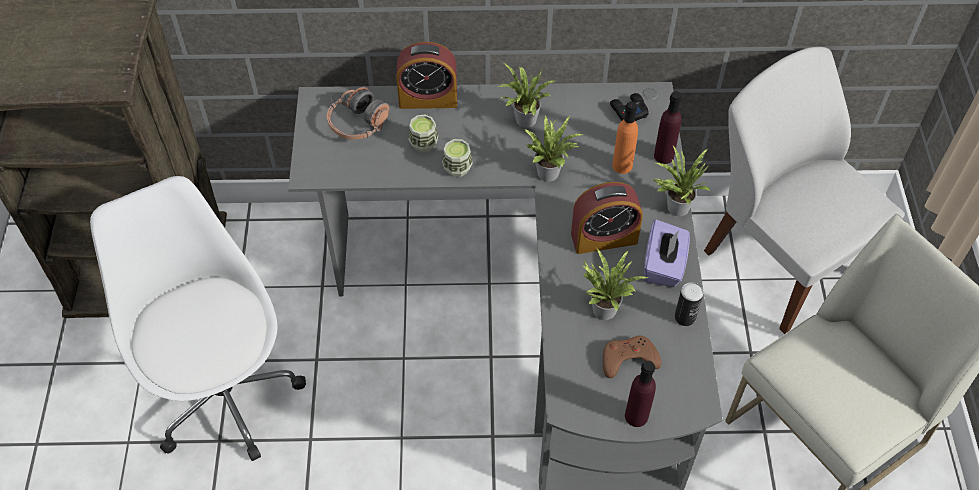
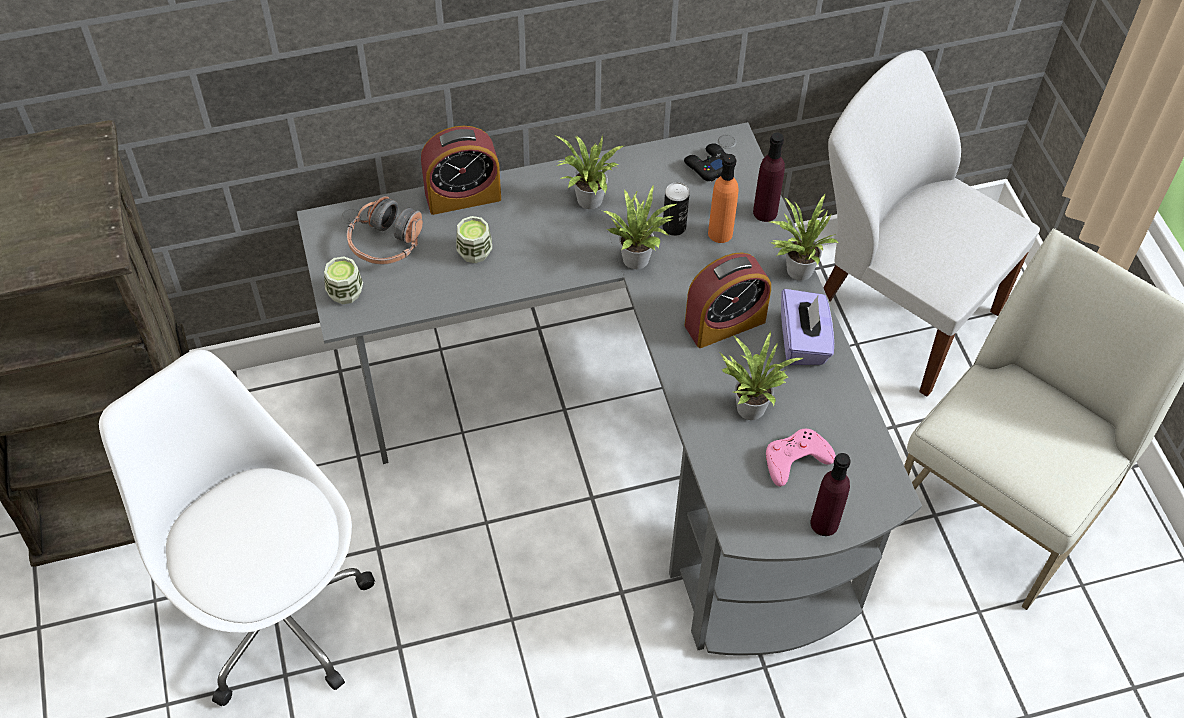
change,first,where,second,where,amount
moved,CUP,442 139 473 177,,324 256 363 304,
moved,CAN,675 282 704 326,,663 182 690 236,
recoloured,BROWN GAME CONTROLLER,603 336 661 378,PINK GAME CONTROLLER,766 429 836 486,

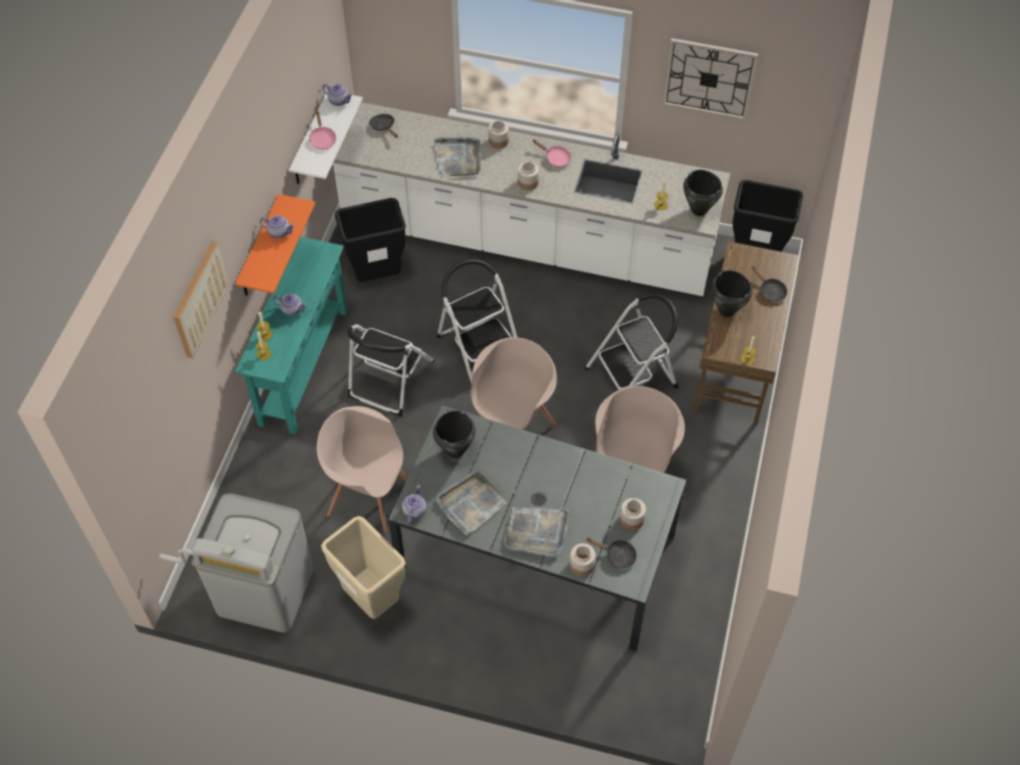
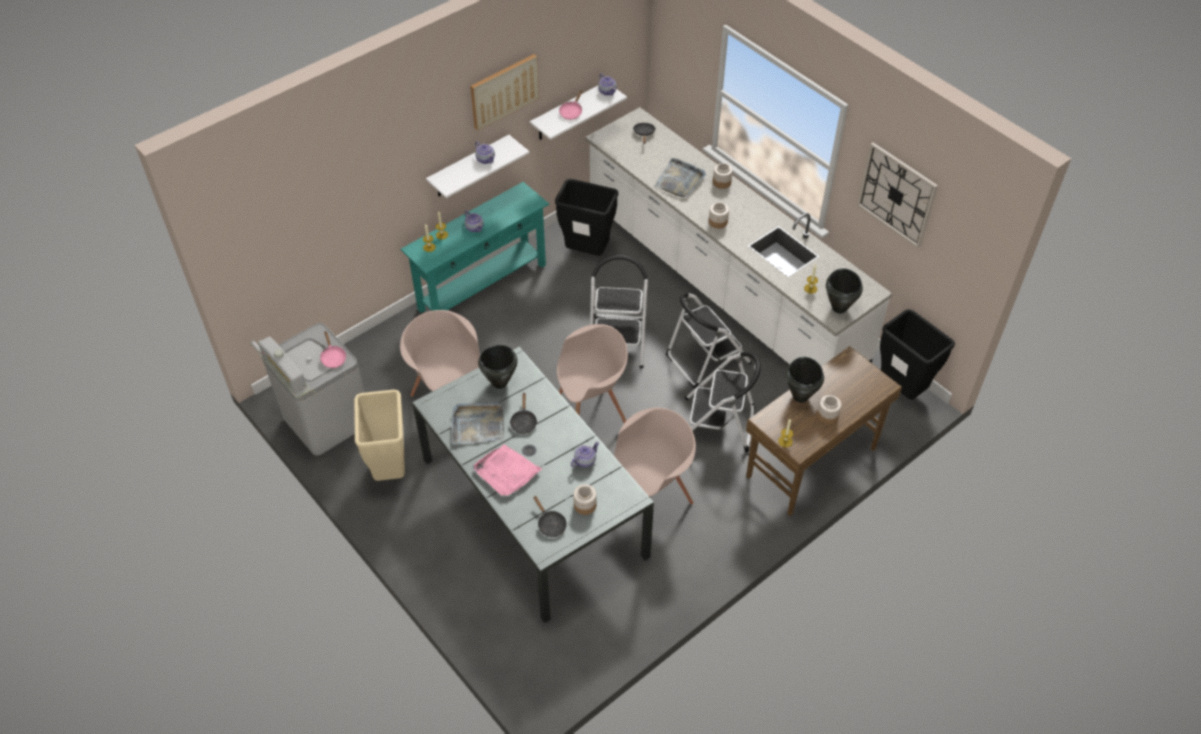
change,first,where,second,where,amount
moved,PINK FRYING PAN,532 139 571 167,,320 331 346 368,
recoloured,ORANGE SHELF,235 194 316 296,WHITE SHELF,426 135 530 198,
moved,PICTURE,173 241 229 358,,470 54 539 131,
recoloured,GREY TRAY,504 507 569 557,PINK TRAY,473 445 542 496,
moved,BLACK FRYING PAN,752 266 787 302,,510 393 537 434,
moved,TEAPOT,402 485 426 524,,571 442 599 467,
moved,STEP LADDER,348 324 435 417,,666 293 752 389,
moved,JAR,570 543 596 576,,817 395 842 424,

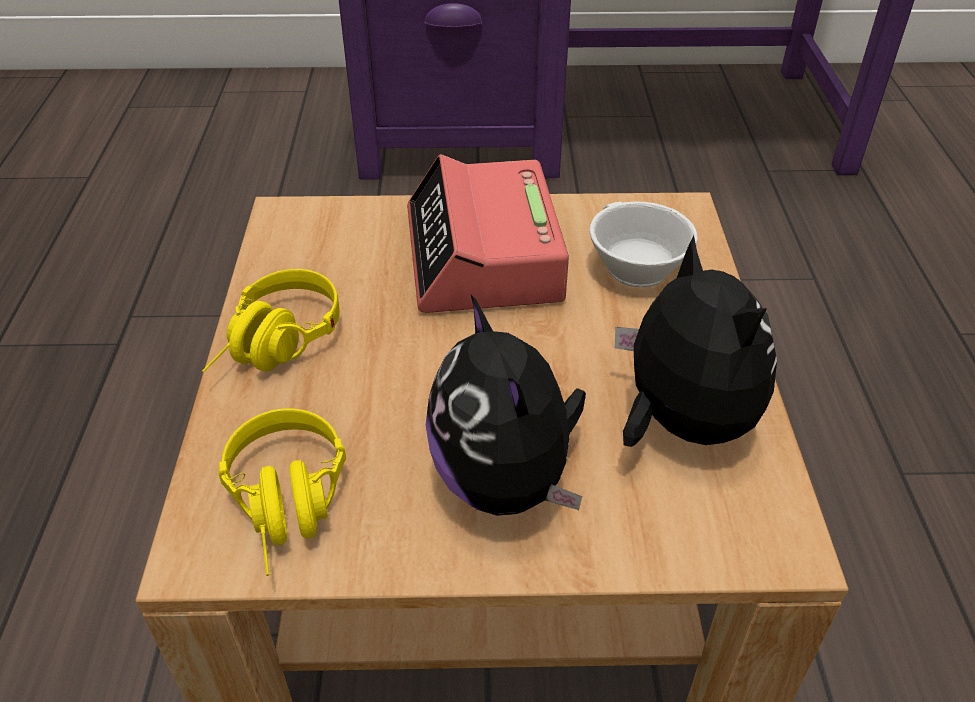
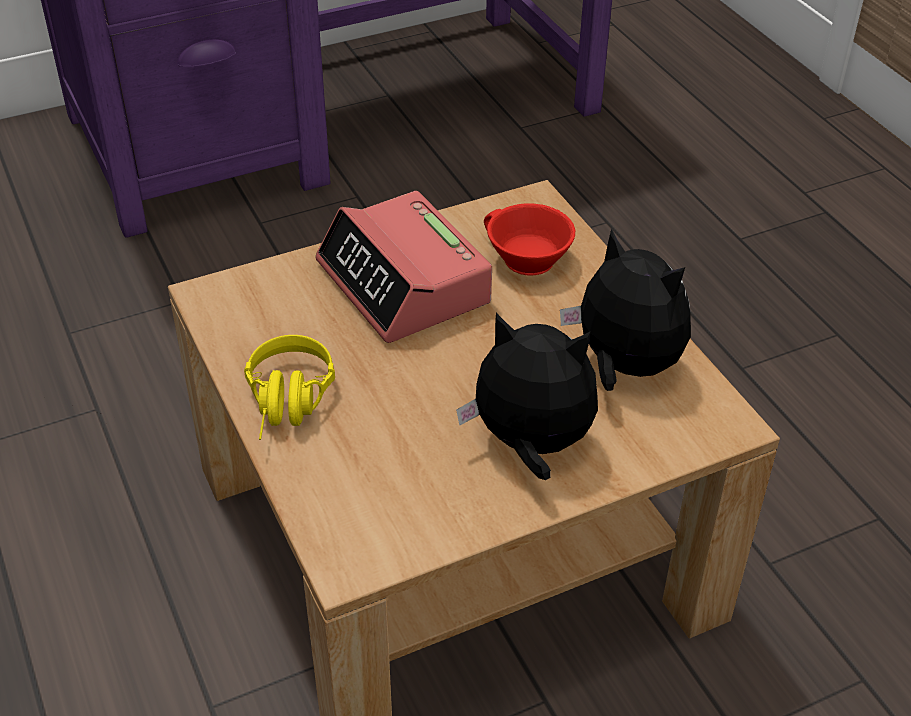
change,first,where,second,where,amount
turned,PLUSH TOY,426 295 586 516,,456 313 598 480,150 degrees clockwise
recoloured,WHITE CUP,590 202 697 287,RED CUP,484 203 575 276,
removed,YELLOW HEADPHONES,218 408 346 576,,,

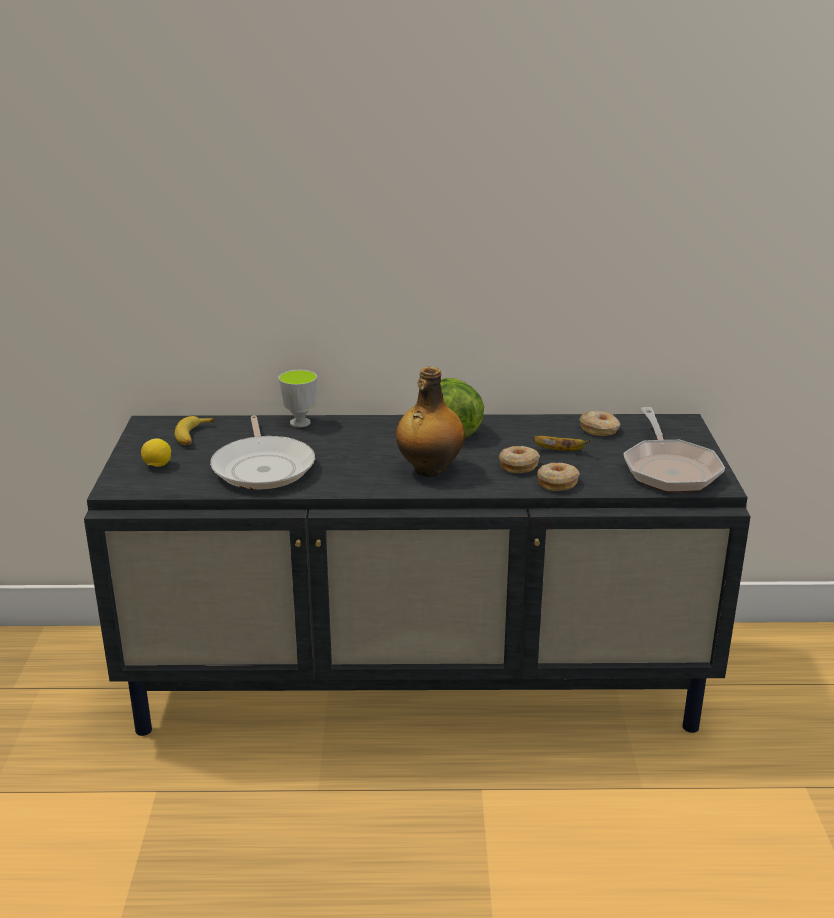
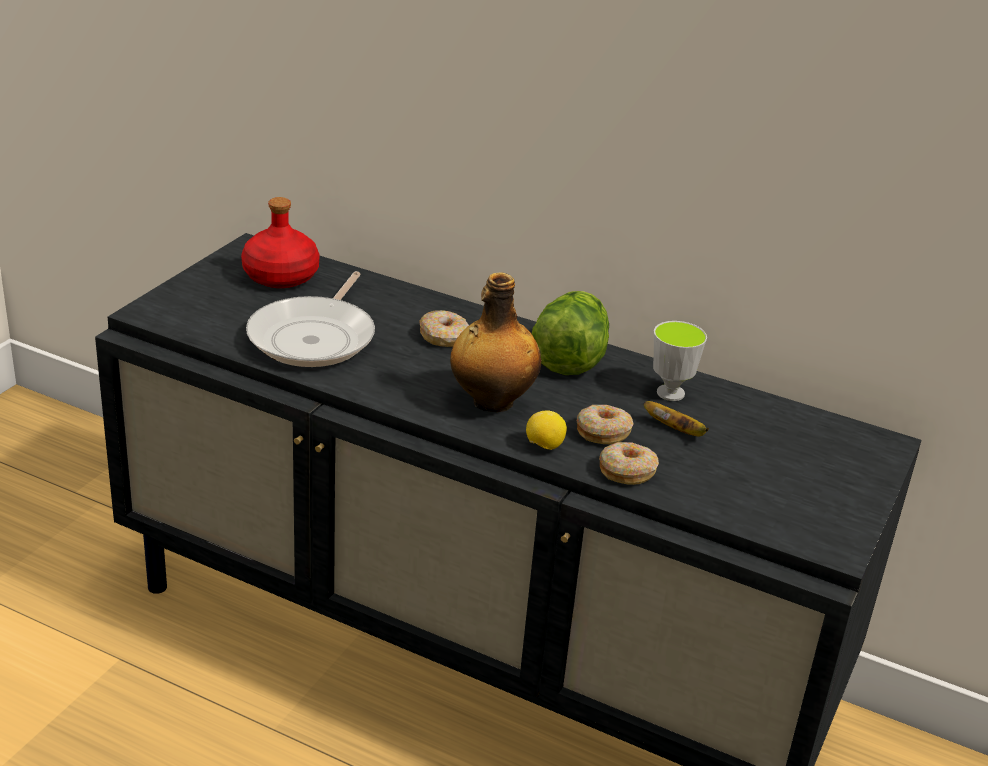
change,first,where,second,where,amount
replaced,BANANA,175 416 214 445,RED BOTTLE,241 197 320 288,
moved,DONUT,580 411 620 436,,419 310 469 347,
moved,LEMON,141 438 171 467,,526 411 567 450,
moved,CUP,278 370 317 427,,653 321 707 401,
removed,FRYING PAN,624 407 725 492,,,

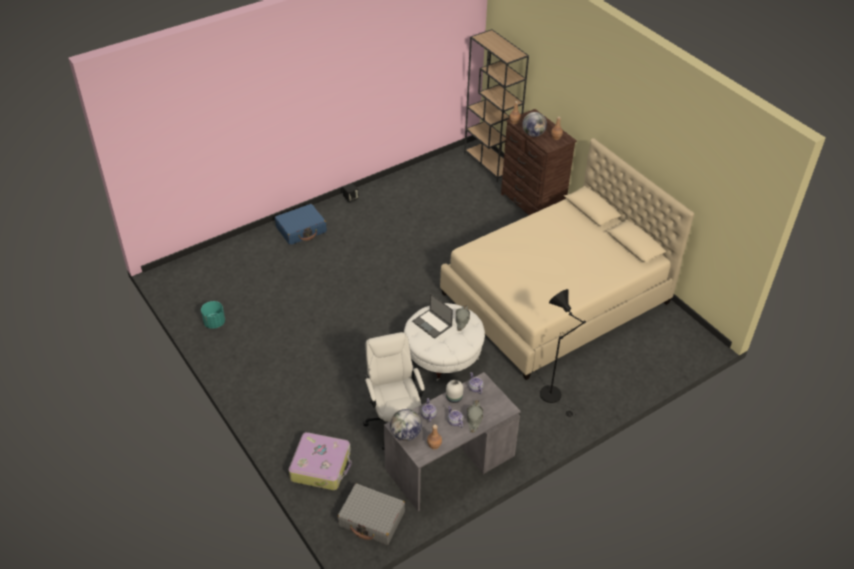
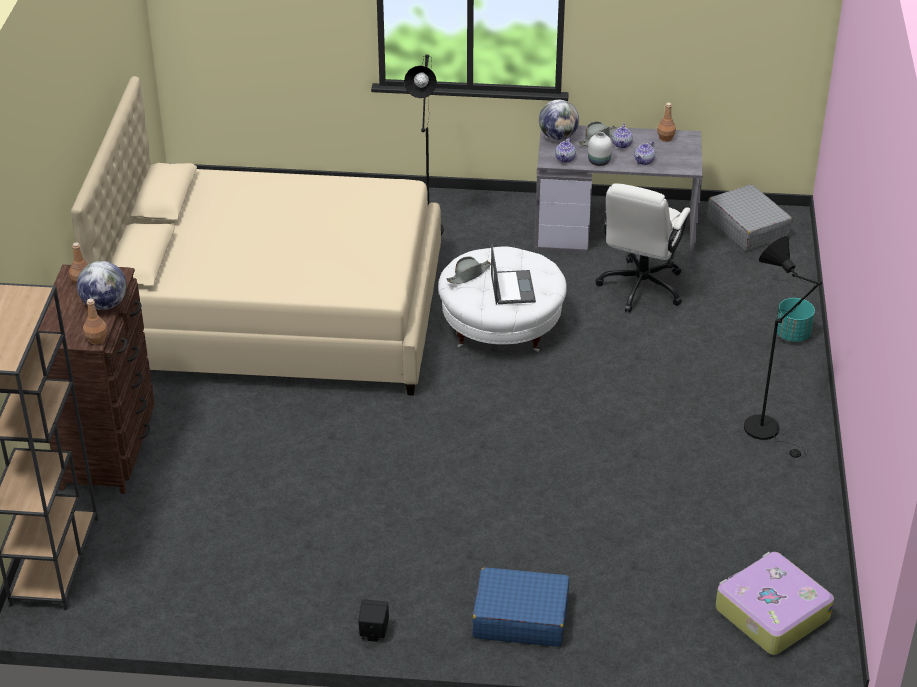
change,first,where,second,where,amount
moved,GLOBE,390 409 422 441,,539 100 579 140,
moved,SUITCASE,289 432 352 490,,715 552 834 655,
added,,,BLACK FLOOR LAMP,744 236 822 458,
moved,TURQUOISE PLANTER,201 301 225 329,,777 298 815 342,

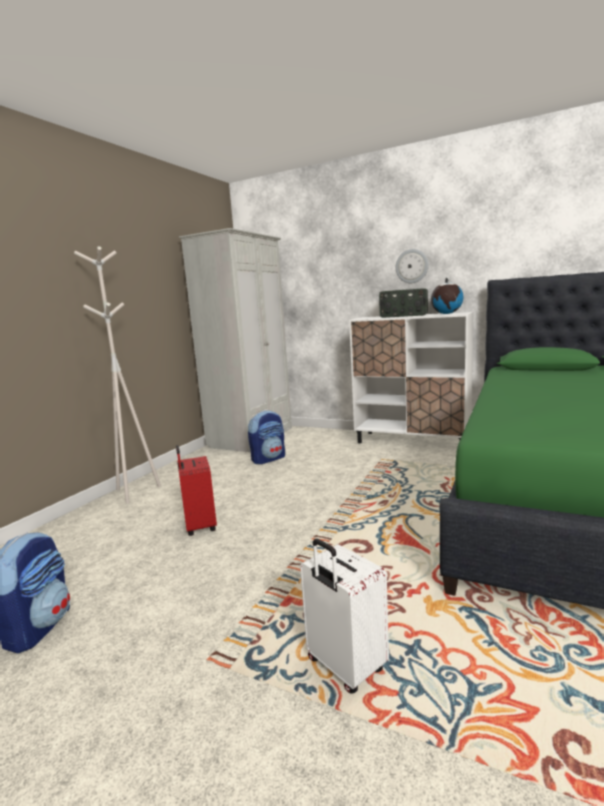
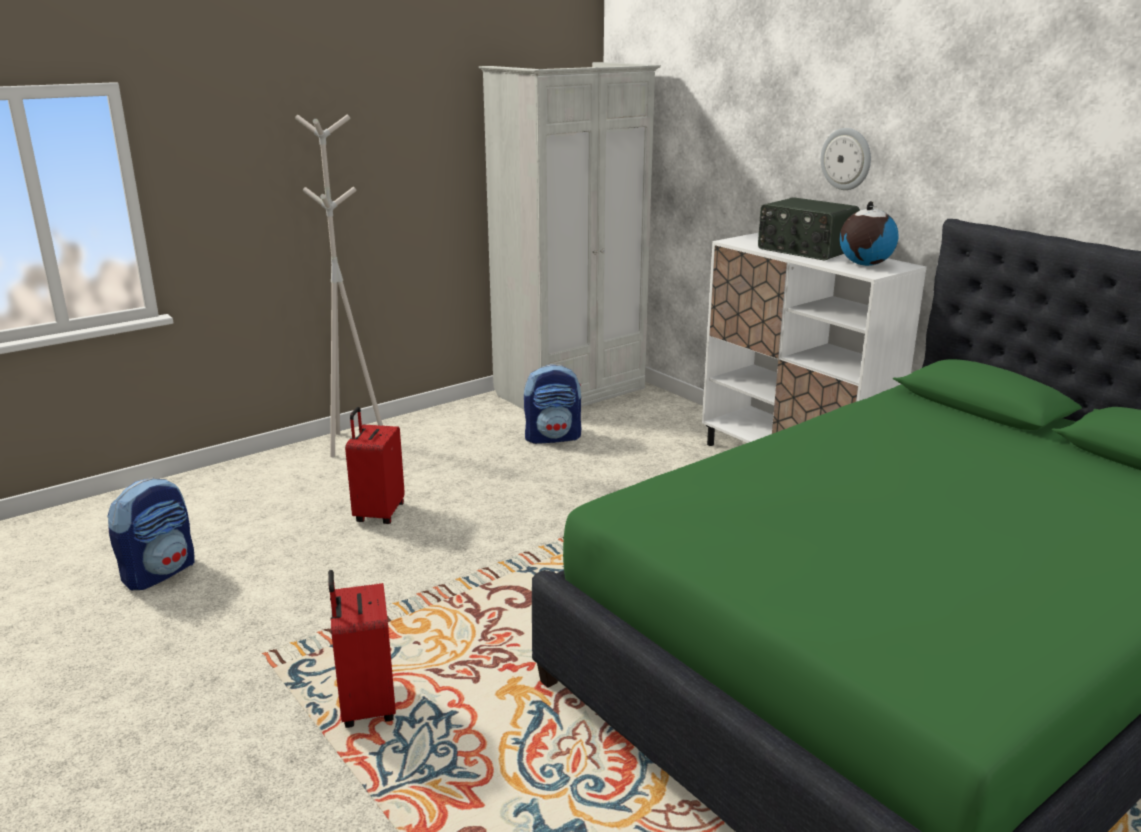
change,first,where,second,where,amount
recoloured,WHITE SUITCASE,300 538 389 694,RED SUITCASE,328 570 396 728,

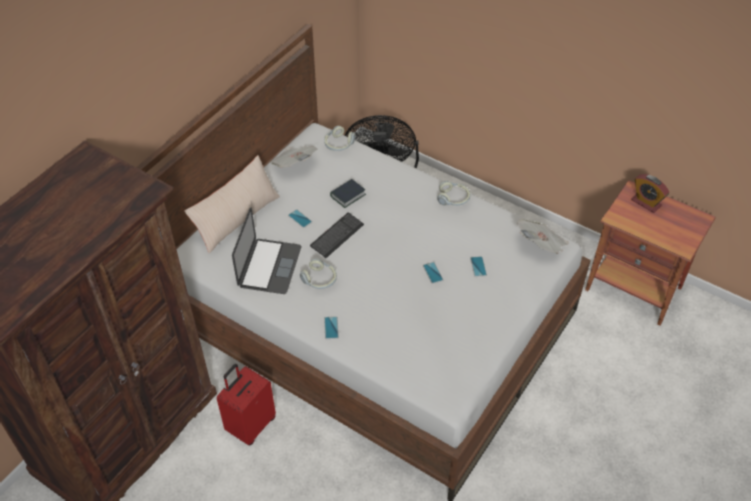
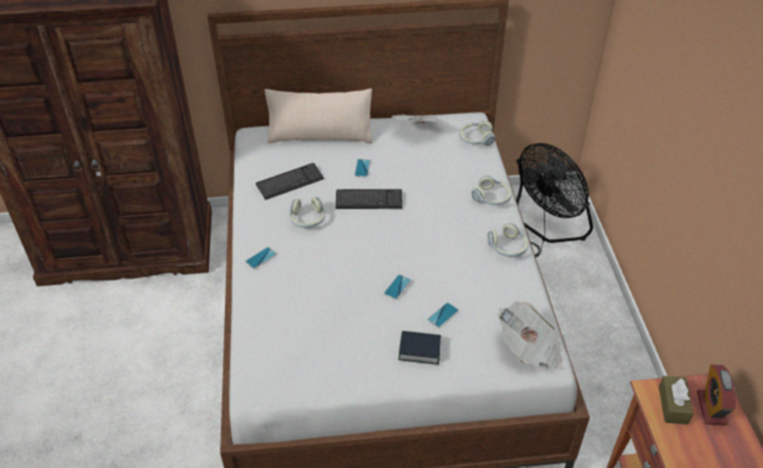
change,first,where,second,where,amount
replaced,LAPTOP,232 207 301 294,KEYBOARD,256 163 324 200,
moved,BOOK,330 179 366 208,,399 331 441 365,
added,,,HEADPHONES,471 176 512 205,
added,,,BROWN TISSUE BOX,659 376 694 425,
removed,RED SUITCASE,217 364 276 445,,,

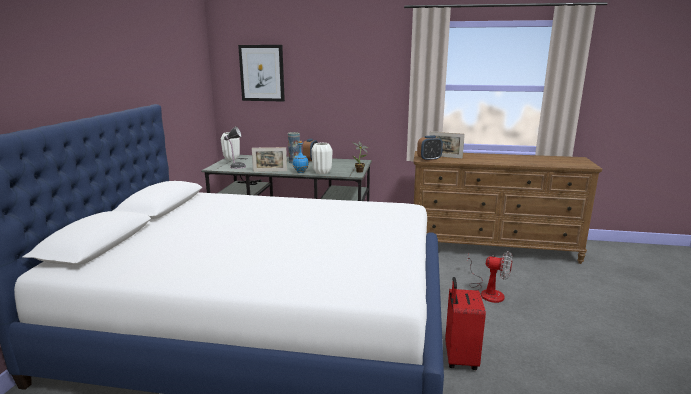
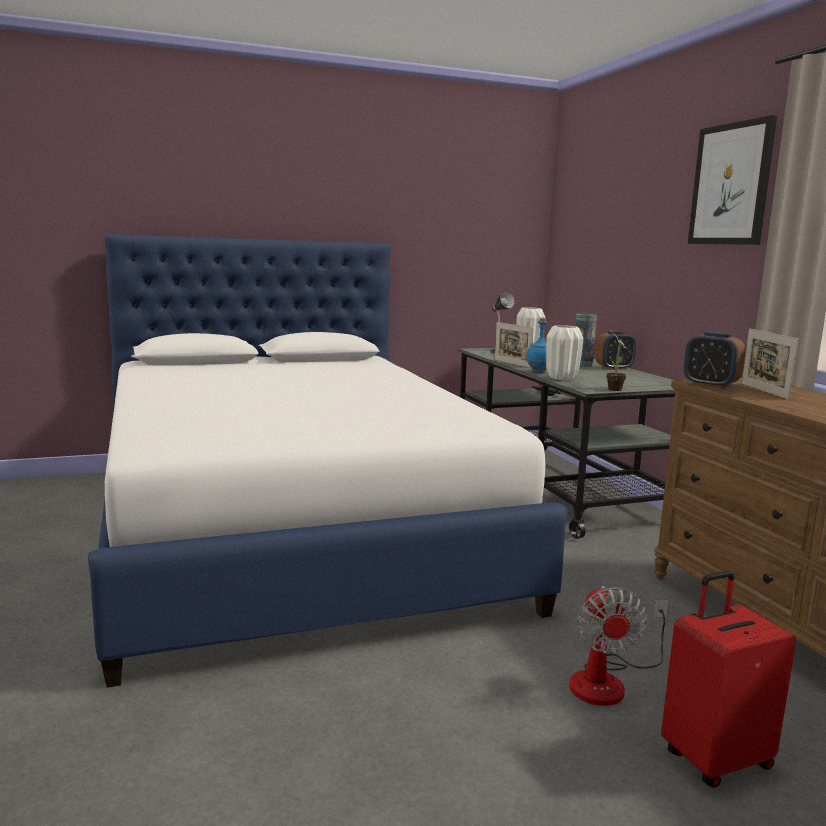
change,first,where,second,where,amount
moved,RED SUITCASE,445 277 486 370,,661 571 796 788,
moved,PICTURE,238 45 285 102,,688 115 777 245,

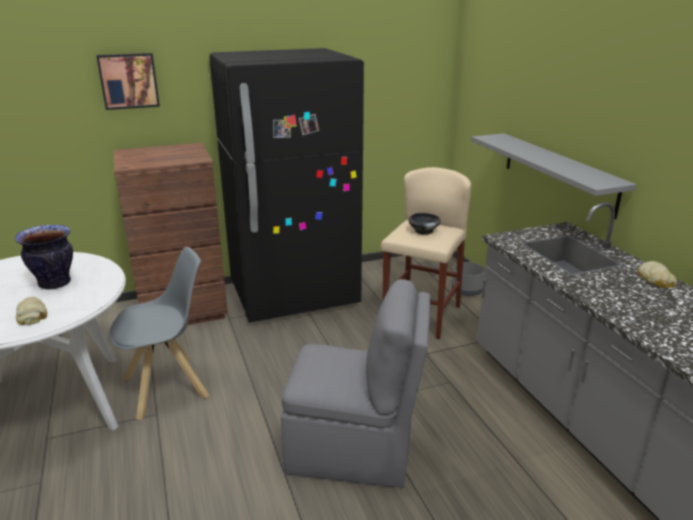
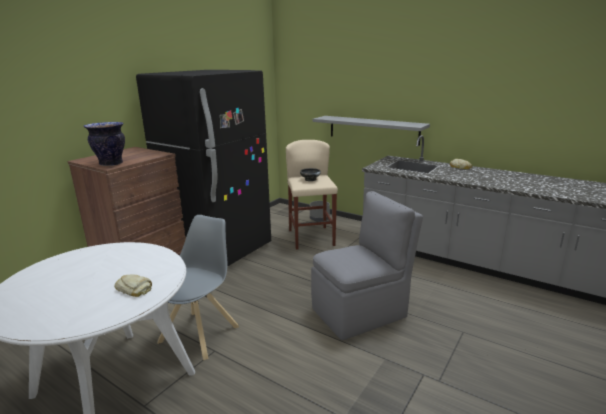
change,first,where,second,where,amount
moved,VASE,15 225 73 289,,83 122 125 166,
removed,PICTURE,96 53 160 110,,,

